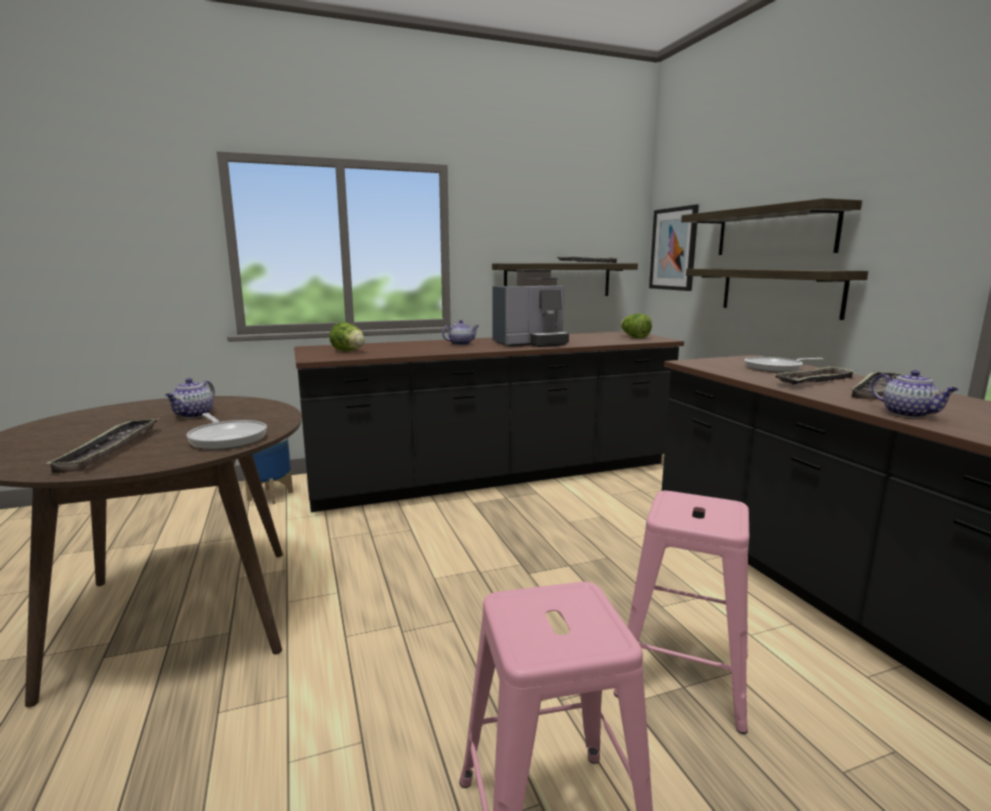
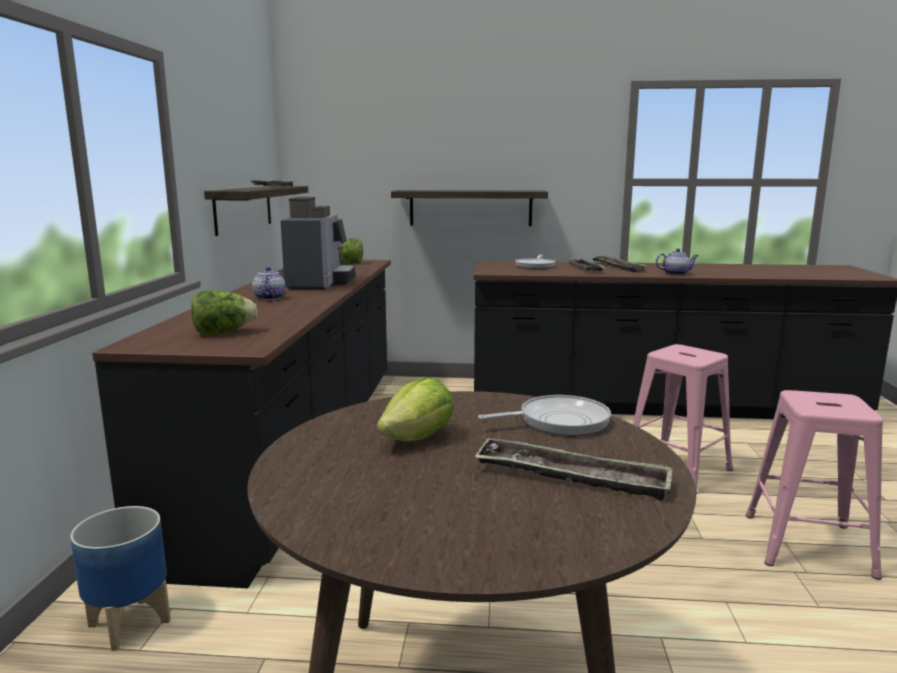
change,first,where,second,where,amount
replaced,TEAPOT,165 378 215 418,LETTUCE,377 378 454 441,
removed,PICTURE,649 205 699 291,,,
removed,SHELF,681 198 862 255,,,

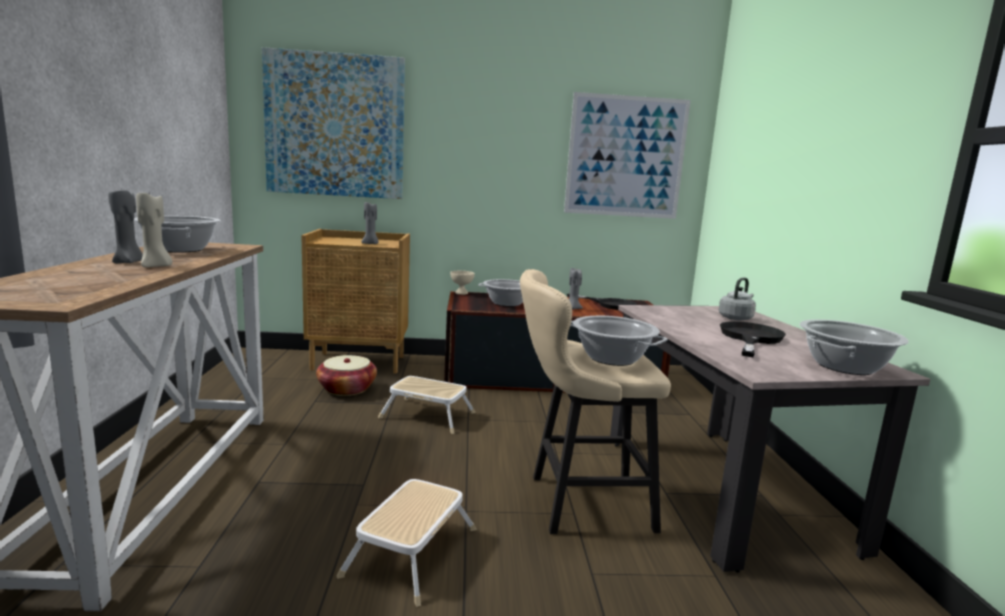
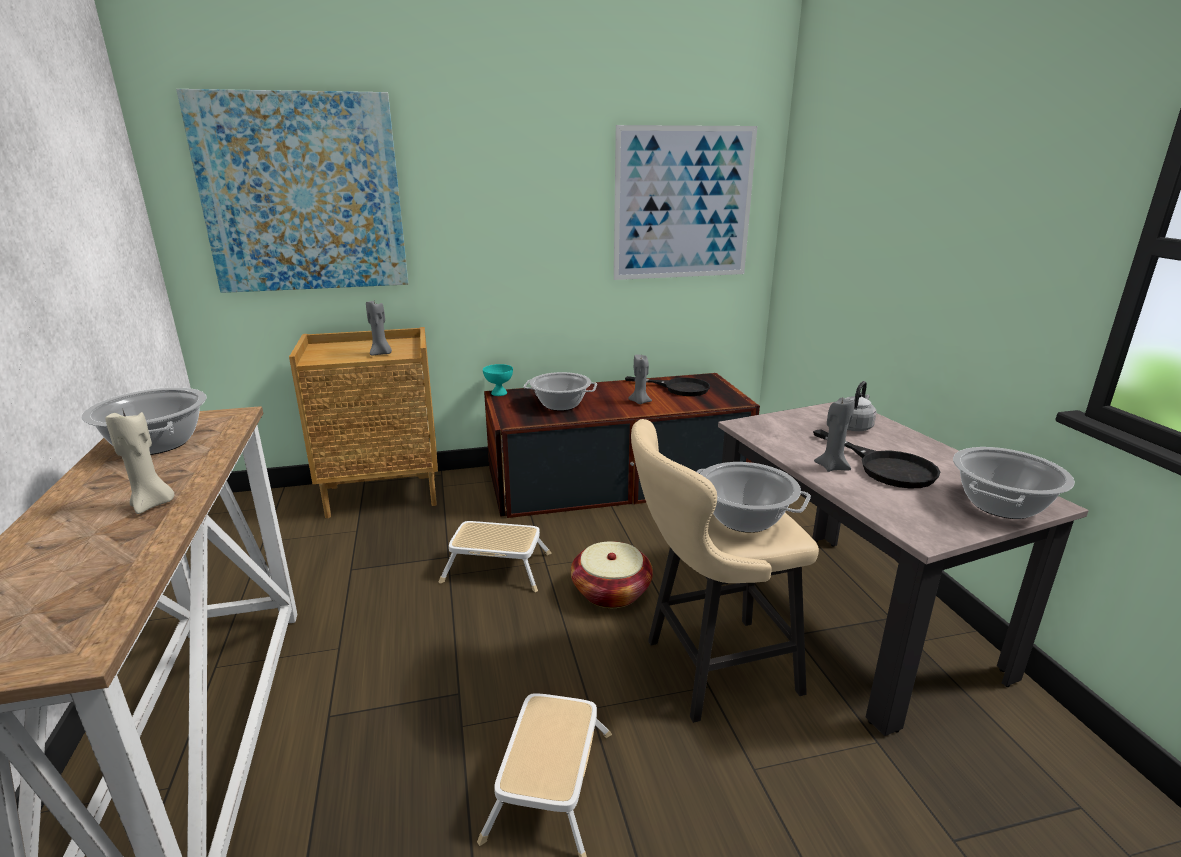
change,first,where,second,where,amount
recoloured,BEIGE BOWL,450 271 475 295,TURQUOISE BOWL,483 364 513 396,
moved,BASKET,316 355 377 396,,571 541 653 608,
turned,BLACK FRYING PAN,720 321 786 357,,813 429 940 488,135 degrees clockwise
moved,GREY CANDLE,108 190 143 263,,814 397 855 472,

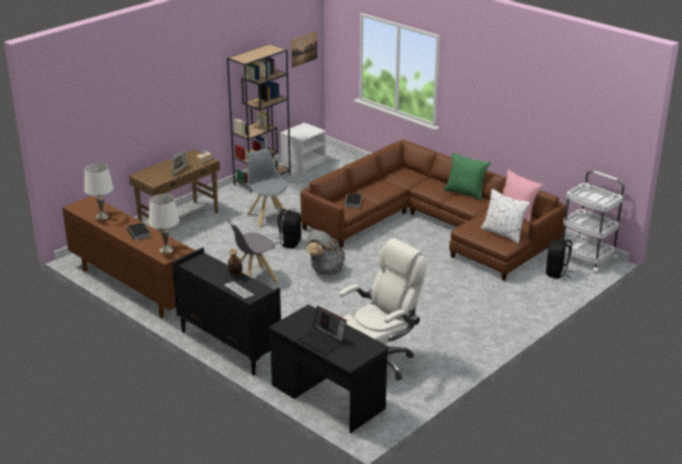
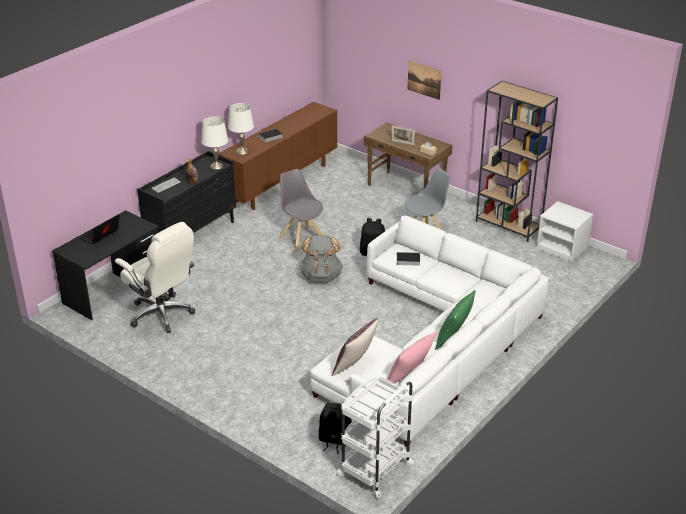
change,first,where,second,where,amount
moved,WHITE TABLE LAMP,84 163 114 220,,201 116 228 169,
recoloured,BROWN SOFA,300 140 566 281,WHITE SOFA,310 216 549 447,
recoloured,WHITE PILLOW,481 189 530 244,BROWN PILLOW,332 318 379 376,
moved,PICTURE,291 31 317 68,,407 61 442 100,

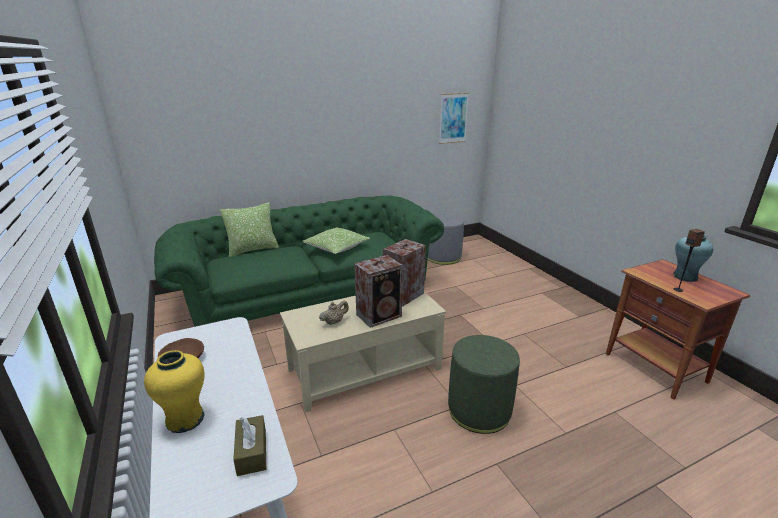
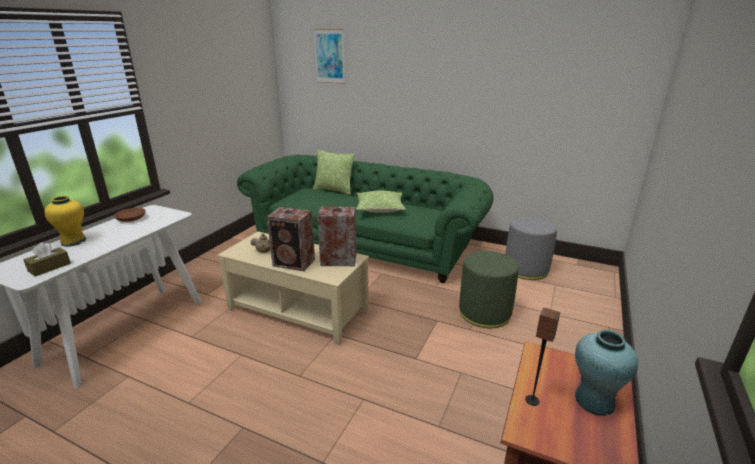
change,first,where,second,where,amount
moved,PICTURE,439 93 469 144,,314 29 345 84,
moved,GREEN OTTOMAN,448 335 520 434,,459 251 519 328,

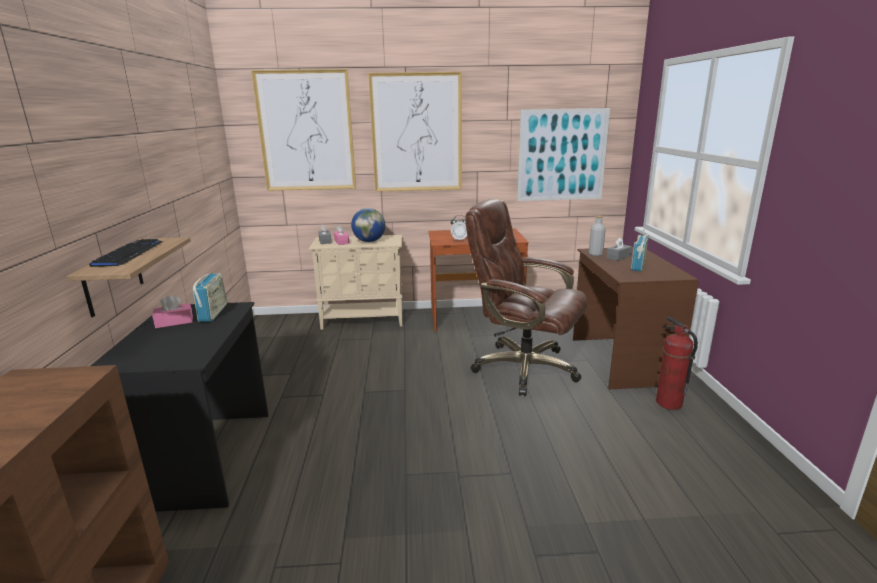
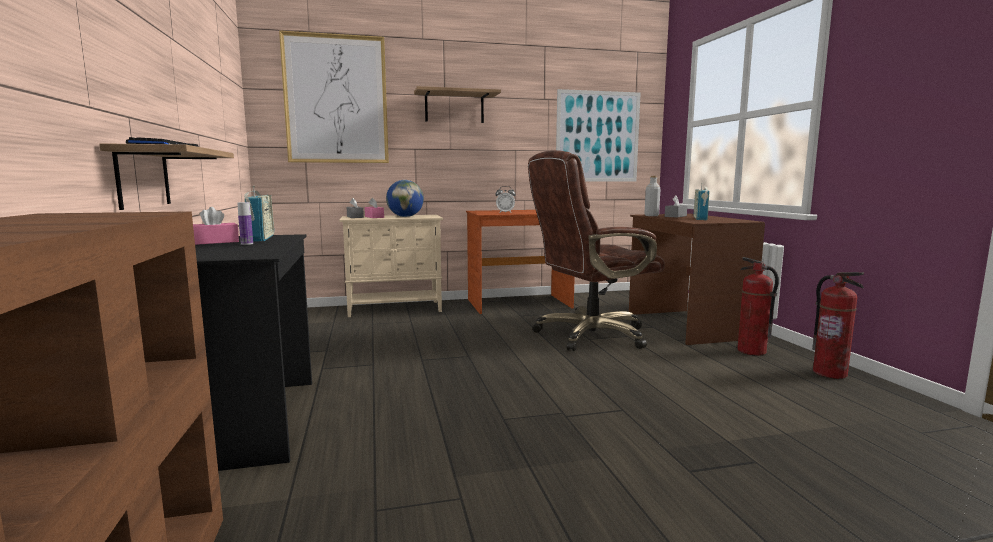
change,first,where,second,where,amount
added,,,BOTTLE,238 202 253 245,
replaced,PICTURE,368 72 462 192,SHELF,414 86 501 123,
turned,BROWN OFFICE CHAIR,465 199 588 396,,528 150 665 352,45 degrees counterclockwise
added,,,FIRE EXTINGUISHER,812 272 864 379,

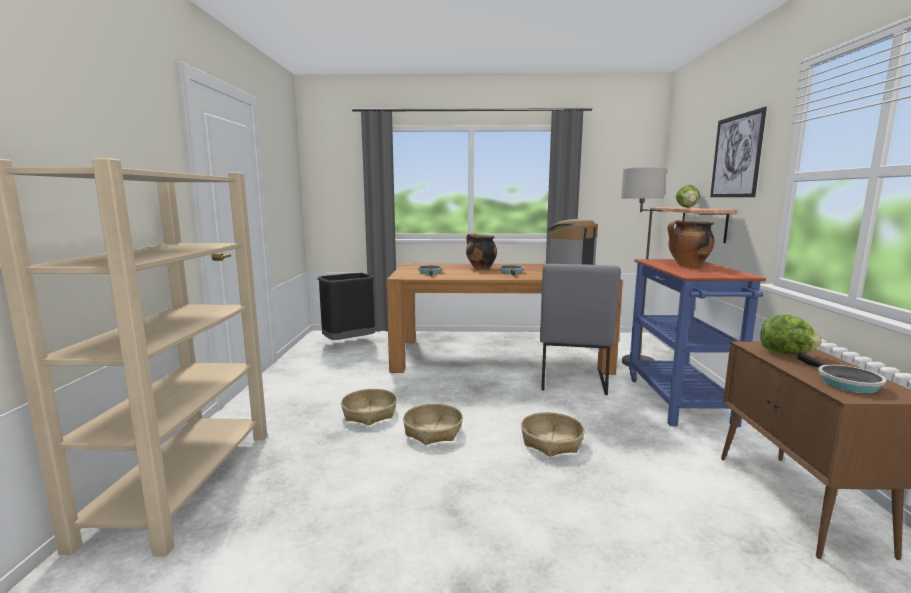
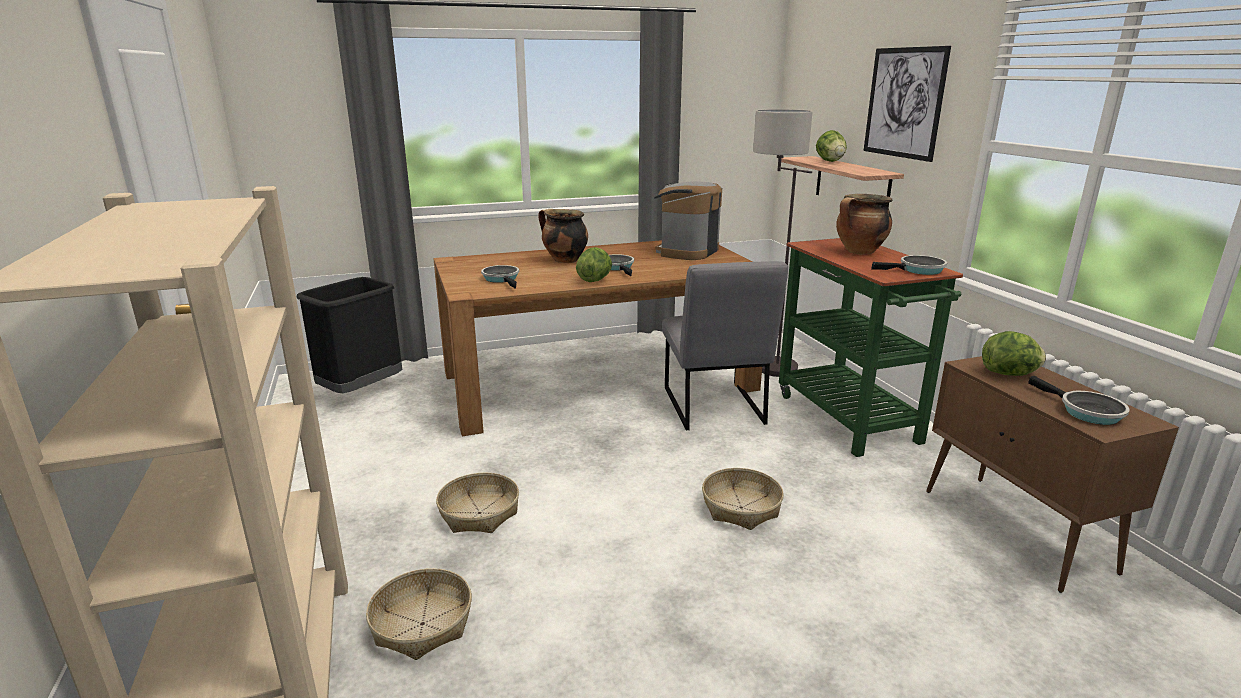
change,first,where,second,where,amount
moved,BASKET,403 404 463 445,,366 568 472 660,
added,,,LETTUCE,576 247 612 282,
recoloured,BLUE CART,629 259 766 427,GREEN CART,779 238 963 457,
added,,,FRYING PAN,871 255 947 275,

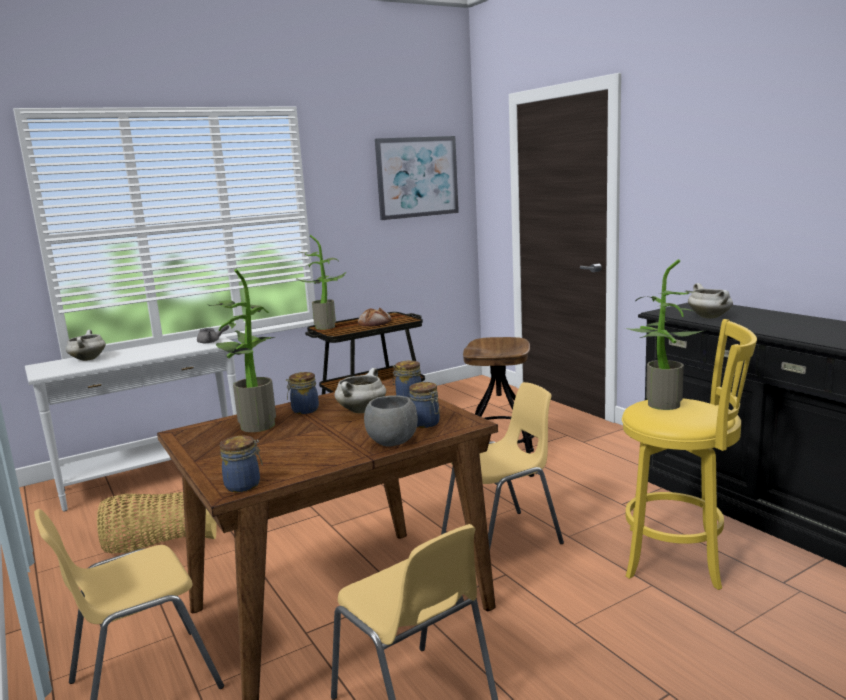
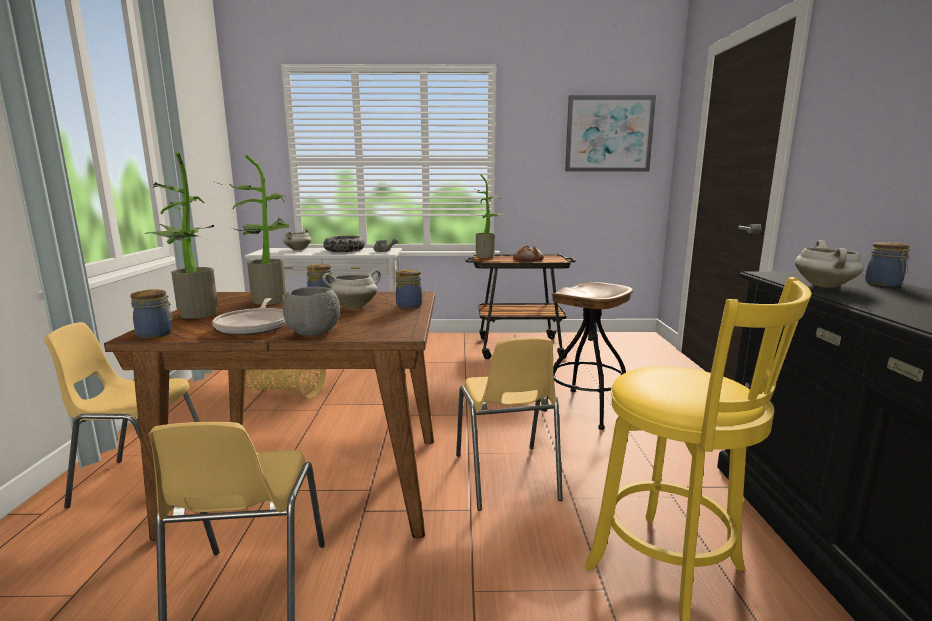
change,first,where,second,where,amount
moved,POTTED PLANT,625 259 702 410,,145 152 218 319,
added,,,FRYING PAN,213 298 286 335,
added,,,BOWL,323 236 365 252,
turned,YELLOW CHAIR,441 382 564 549,,456 338 563 511,75 degrees clockwise
moved,JAR,409 382 440 428,,865 242 911 287,

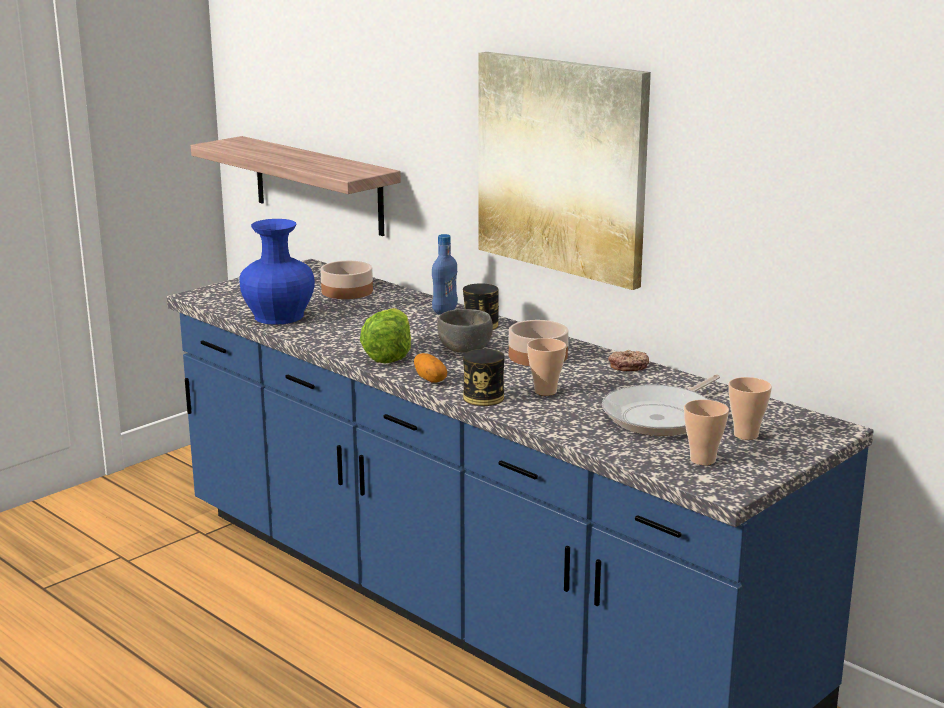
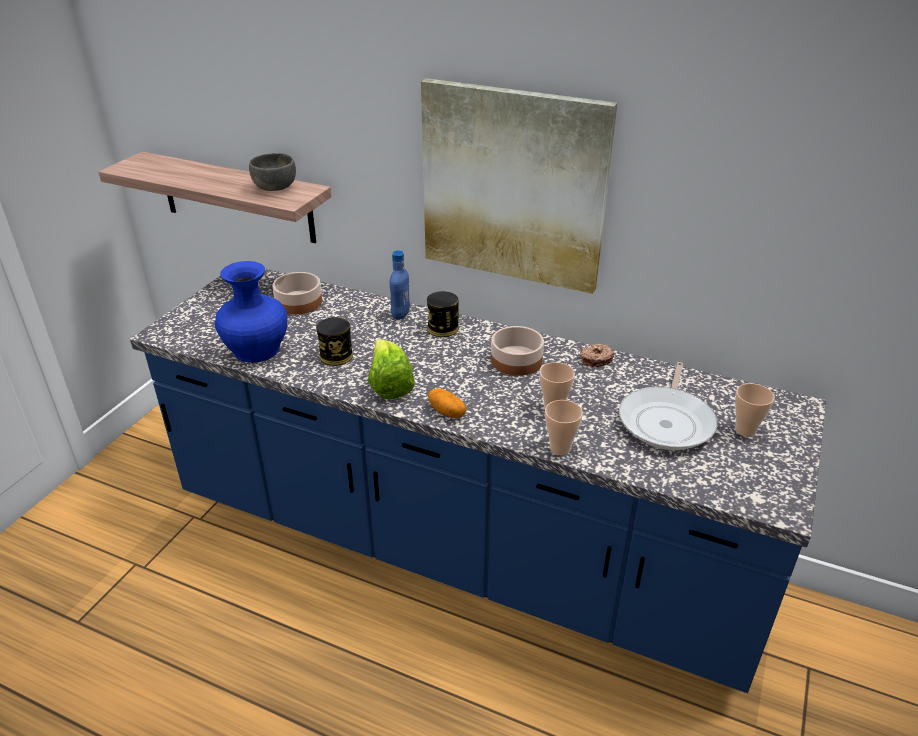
change,first,where,second,where,amount
moved,GREY BOWL,437 309 493 353,,249 153 296 191,
moved,CAN,463 349 504 406,,316 317 353 366,
moved,CUP,684 400 729 465,,545 400 583 455,

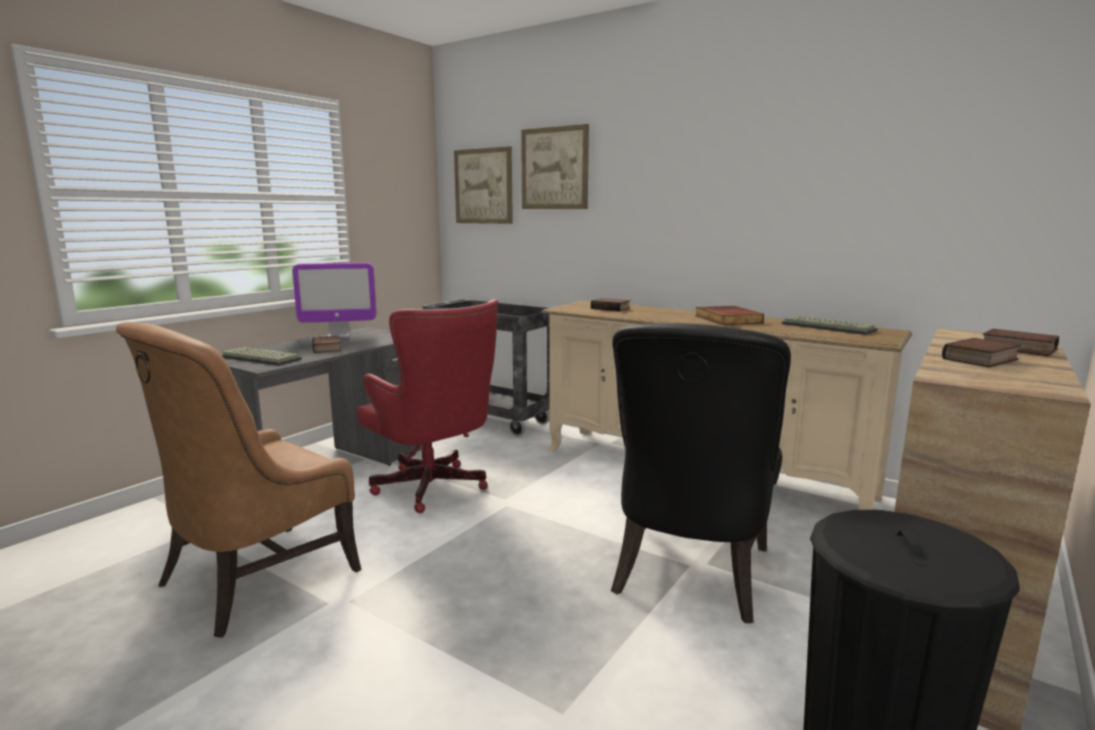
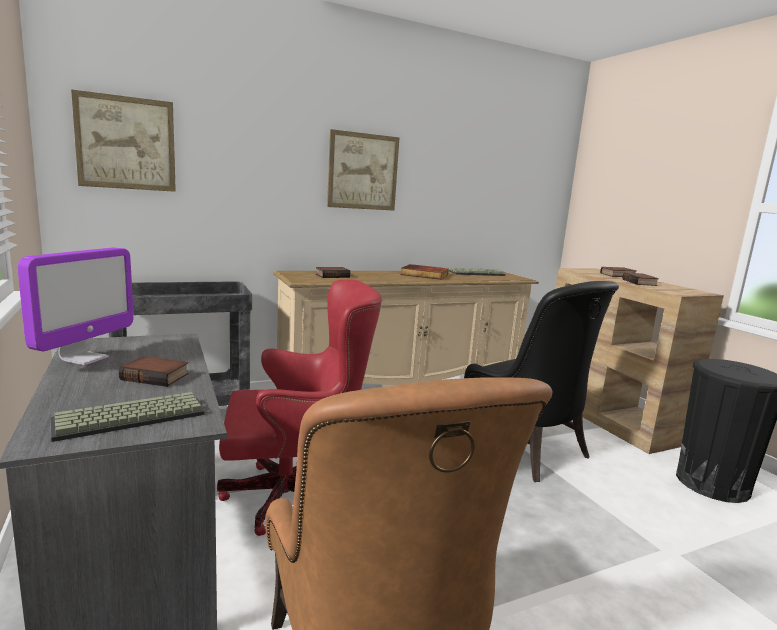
change,first,where,second,where,amount
moved,PICTURE,521 124 589 209,,327 129 399 211,

